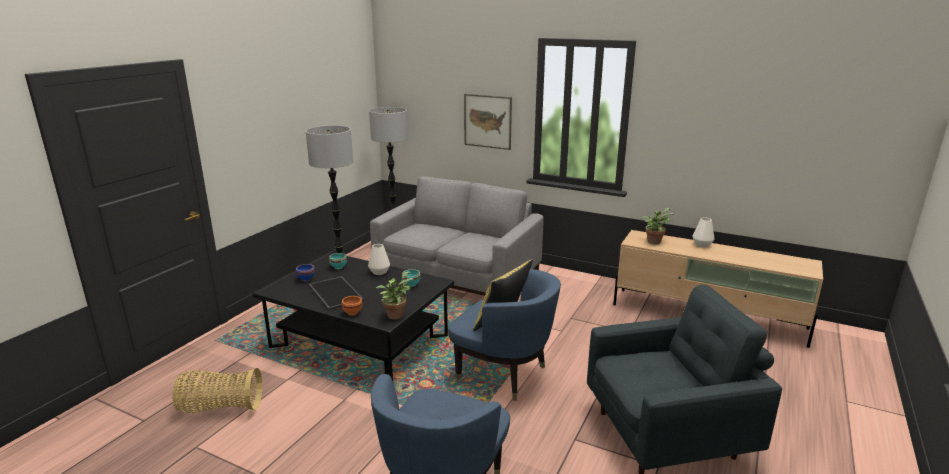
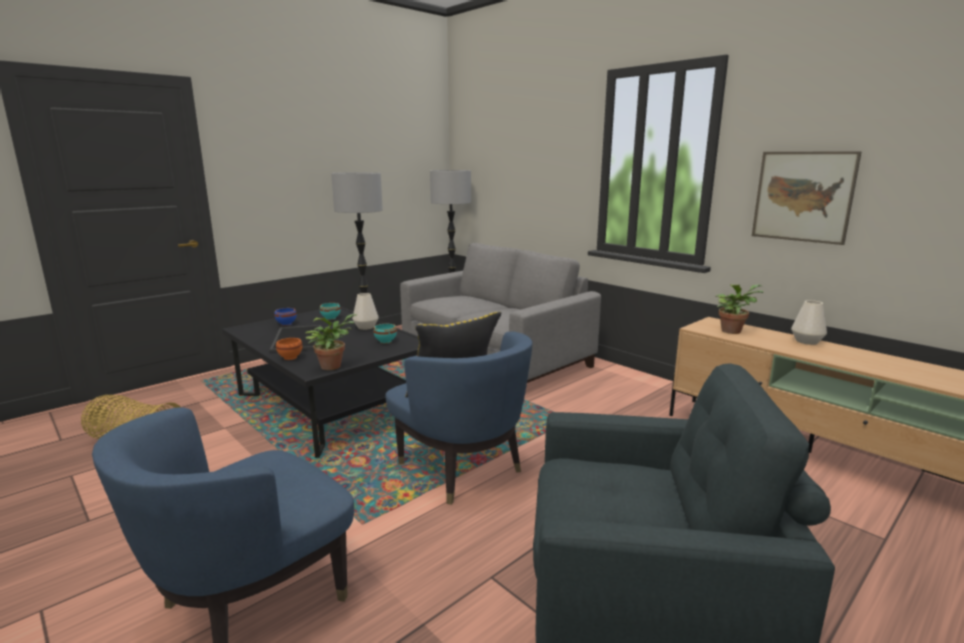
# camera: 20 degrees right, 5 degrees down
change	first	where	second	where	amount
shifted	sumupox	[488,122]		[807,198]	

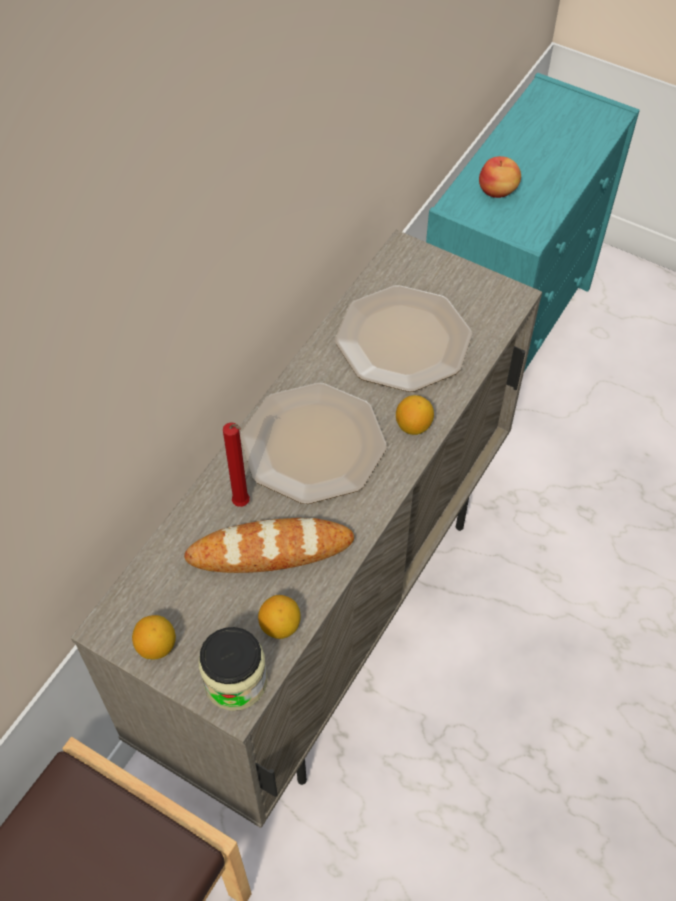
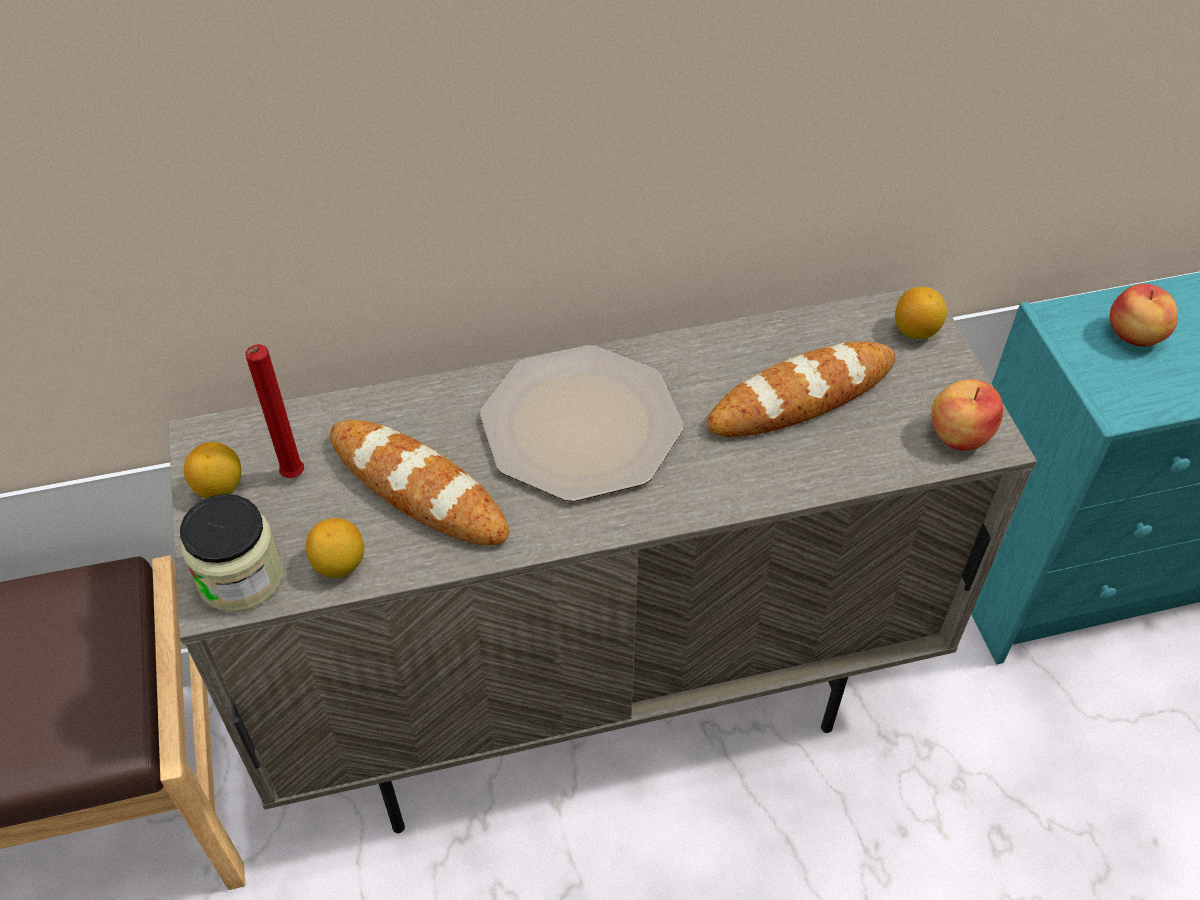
# camera: 45 degrees right, 5 degrees down
change	first	where	second	where	amount
shifted	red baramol	[236,464]		[275,411]	
swapped	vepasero	[403,338]	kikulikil	[801,389]	
shifted	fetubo	[415,415]		[921,313]	
new			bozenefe	[967,415]	

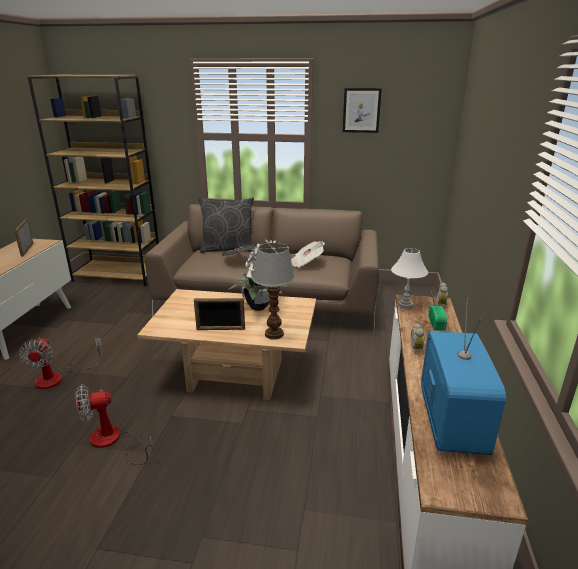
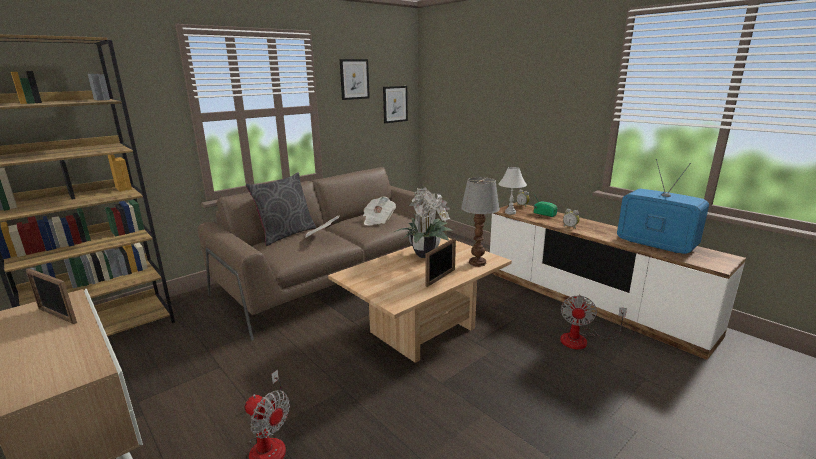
# camera: 50 degrees left, 5 degrees down
change	first	where	second	where	amount
new			sumupox	[395,104]	
shifted	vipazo	[114,424]		[593,322]	

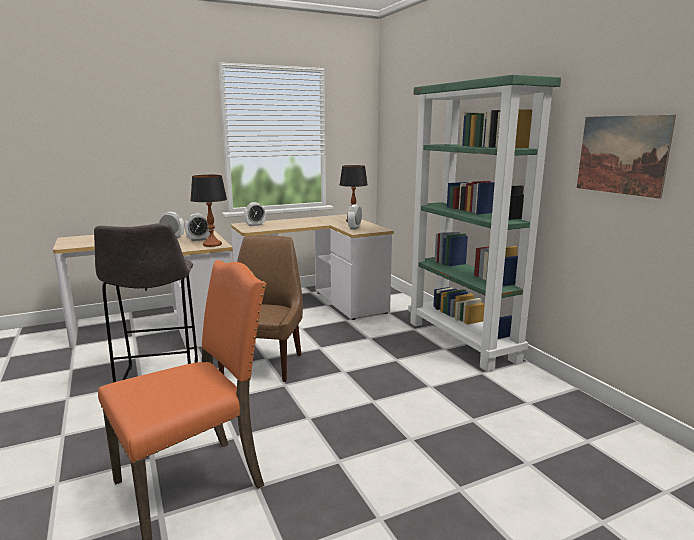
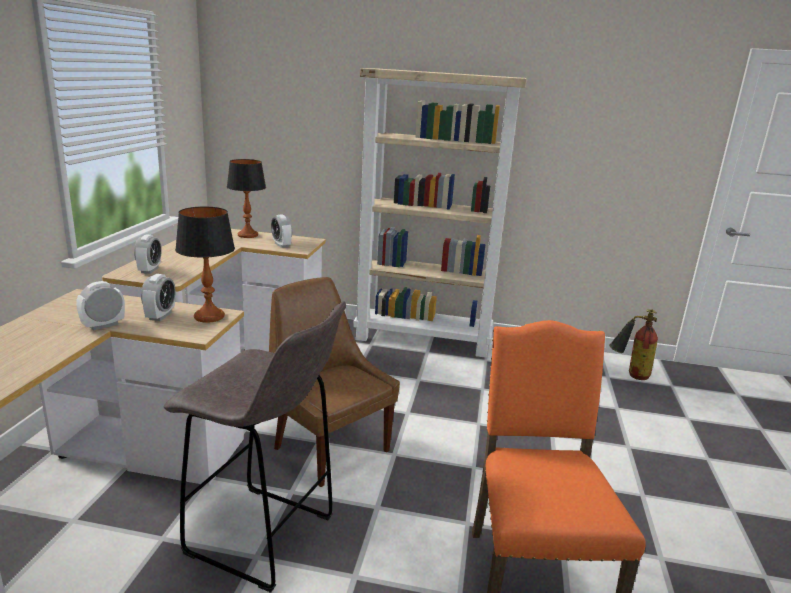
# camera: 55 degrees left, 5 degrees up
change	first	where	second	where	amount
repainted	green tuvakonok	[484,223]	beige tuvakonok	[440,213]	
new			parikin	[633,344]	
gone	sumupox	[626,157]			

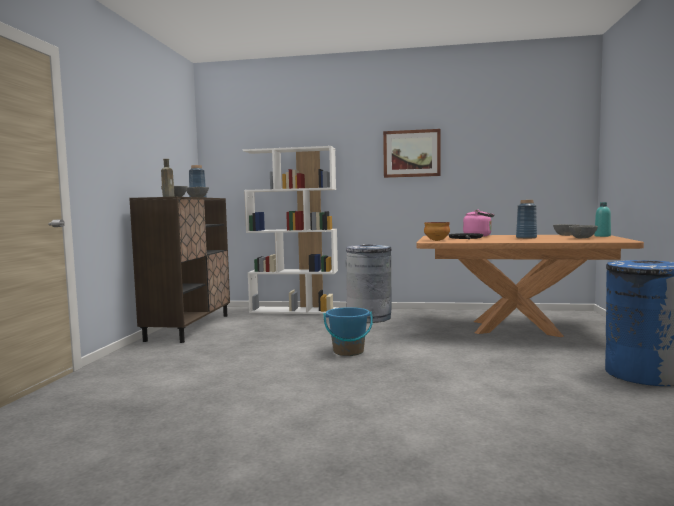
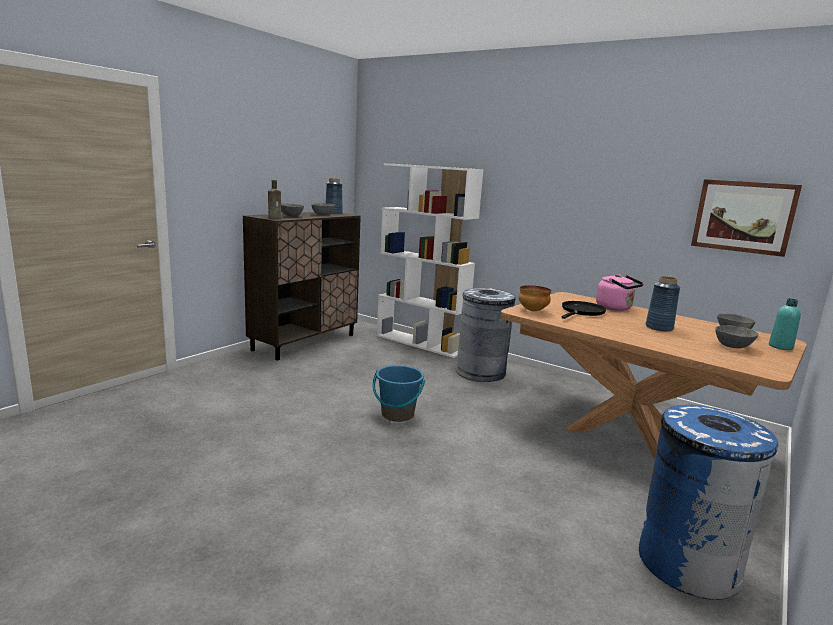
# camera: 25 degrees right, 10 degrees up
change	first	where	second	where	amount
shifted	sumupox	[411,153]		[746,218]	

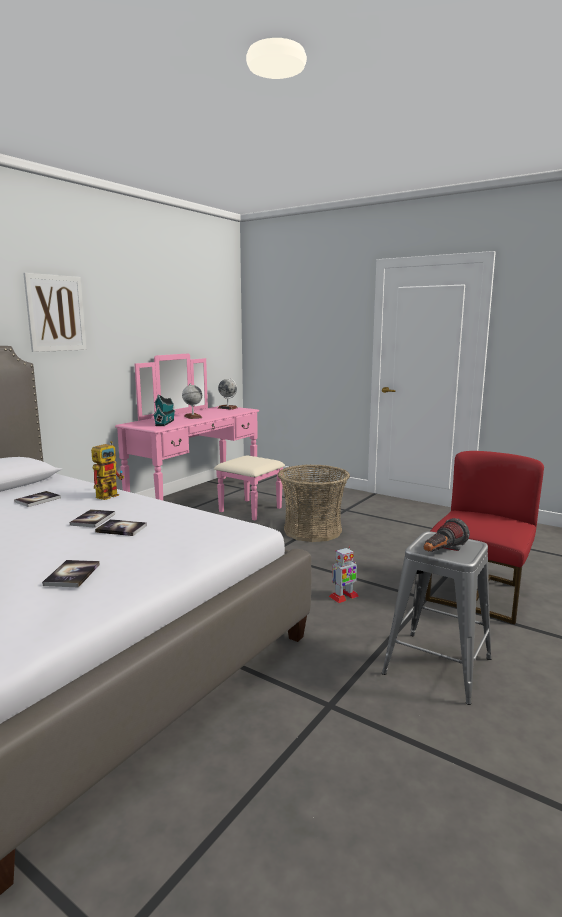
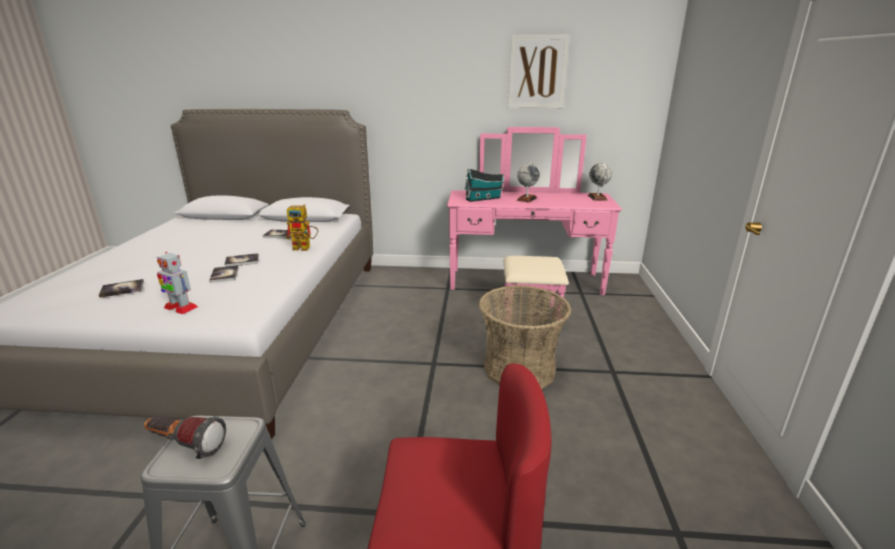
# camera: 60 degrees right, 10 degrees up
change	first	where	second	where	amount
shifted	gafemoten	[344,575]		[177,283]	
shifted	sumupox	[54,312]		[538,71]	

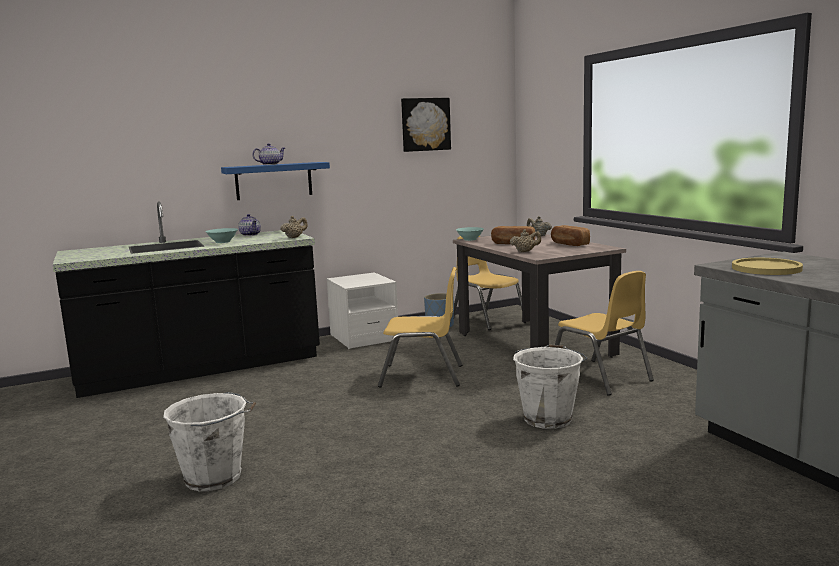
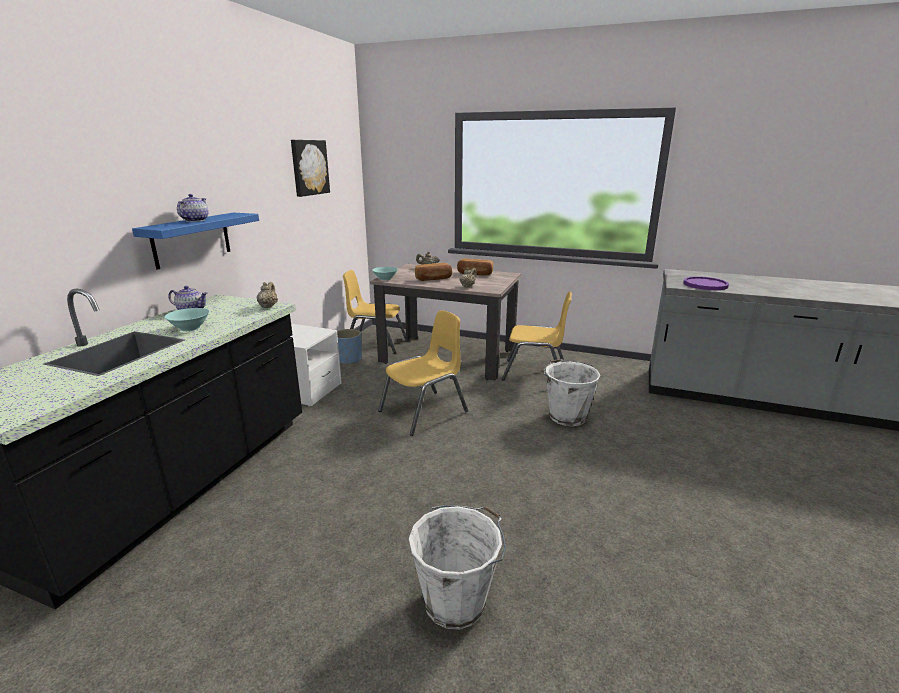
# camera: 45 degrees left, 10 degrees up
change	first	where	second	where	amount
repainted	yellow vepasero	[767,266]	purple vepasero	[706,283]	

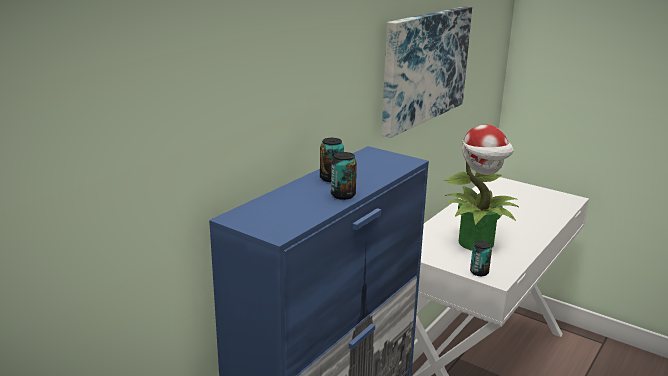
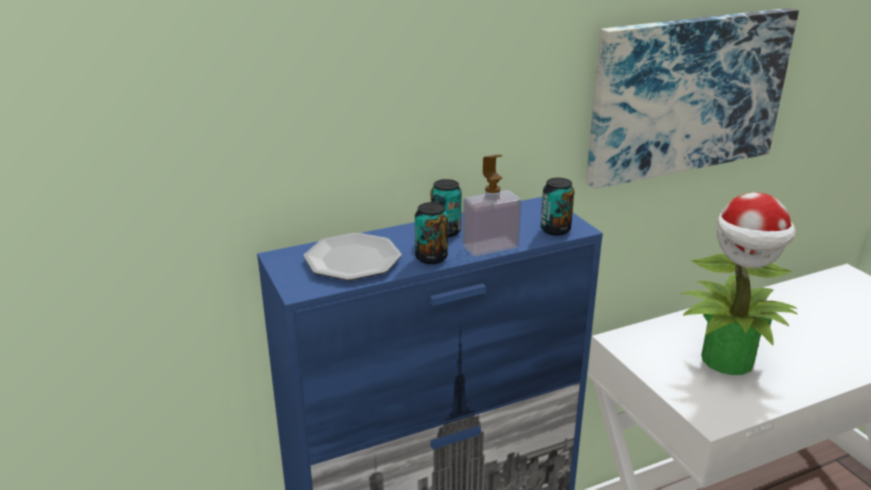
# camera: 30 degrees right, 5 degrees up
change	first	where	second	where	amount
new			vepasero	[352,257]	
new			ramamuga	[492,205]	
shifted	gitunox	[481,258]		[557,207]	

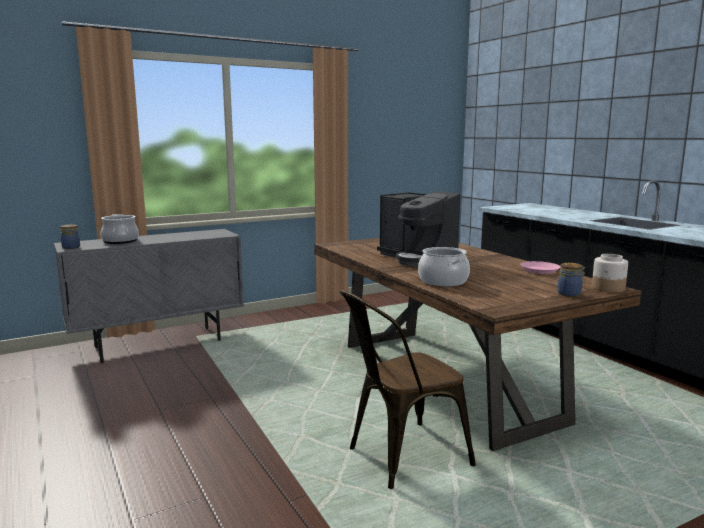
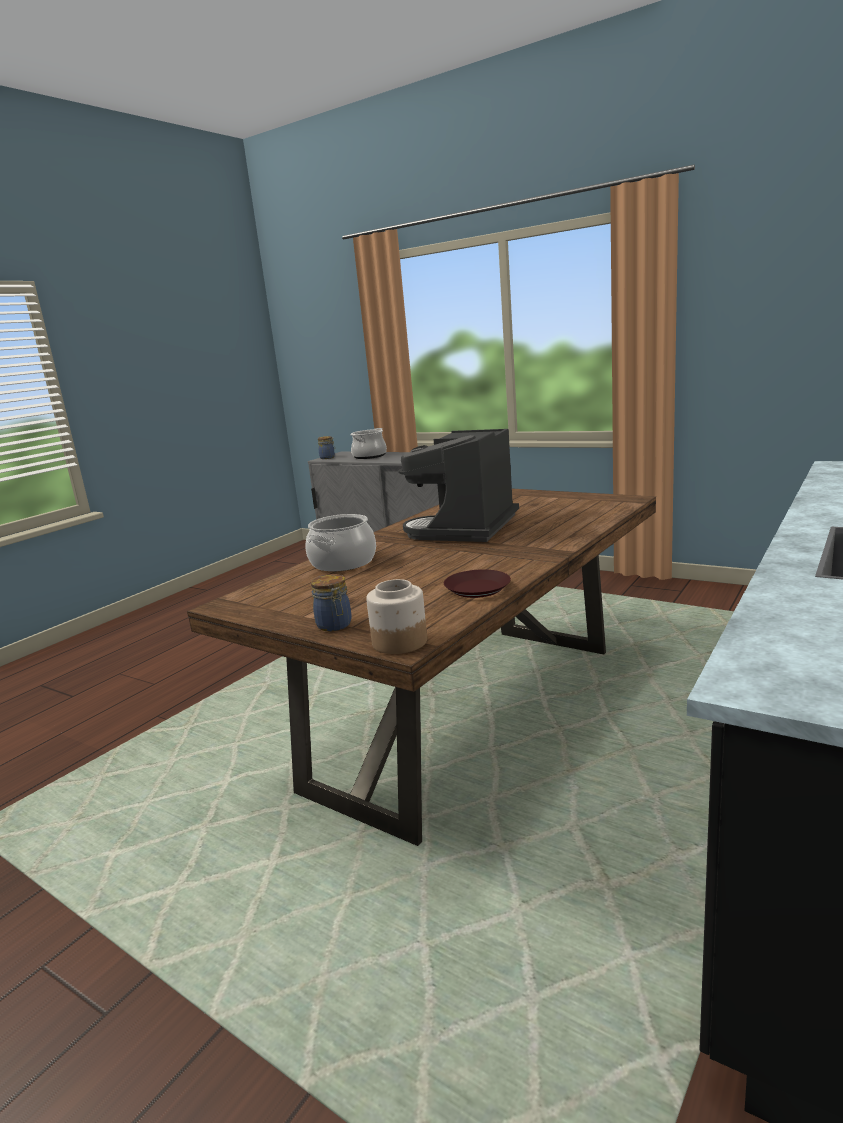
# camera: 65 degrees right, 5 degrees up
change	first	where	second	where	amount
repainted	pink vepasero	[540,267]	brown vepasero	[477,583]	
gone	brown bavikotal	[408,389]			

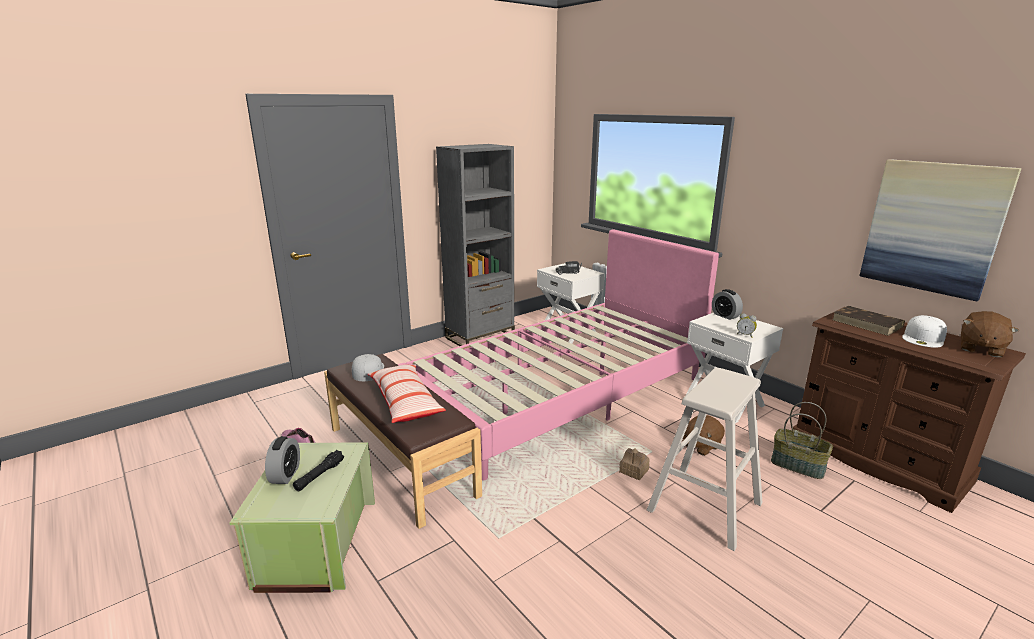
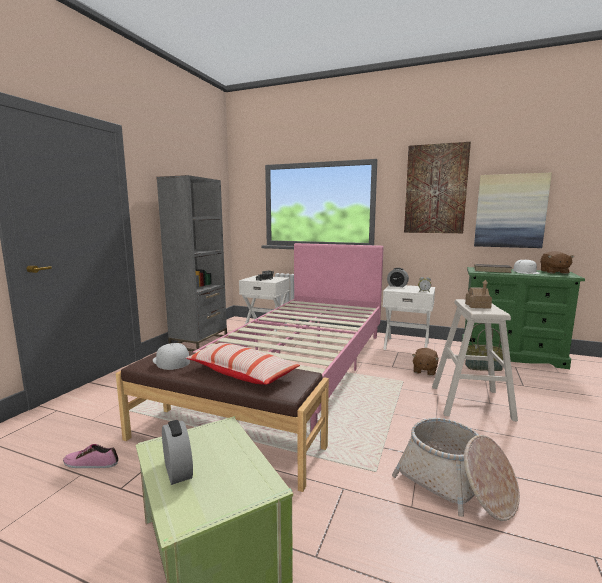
# camera: 30 degrees left, 10 degrees down
change	first	where	second	where	amount
new			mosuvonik	[456,469]	
new			sumupox	[437,187]	
repainted	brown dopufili	[909,410]	green dopufili	[523,318]	
shifted	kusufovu	[634,464]		[478,294]	
gone	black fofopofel	[318,470]			

